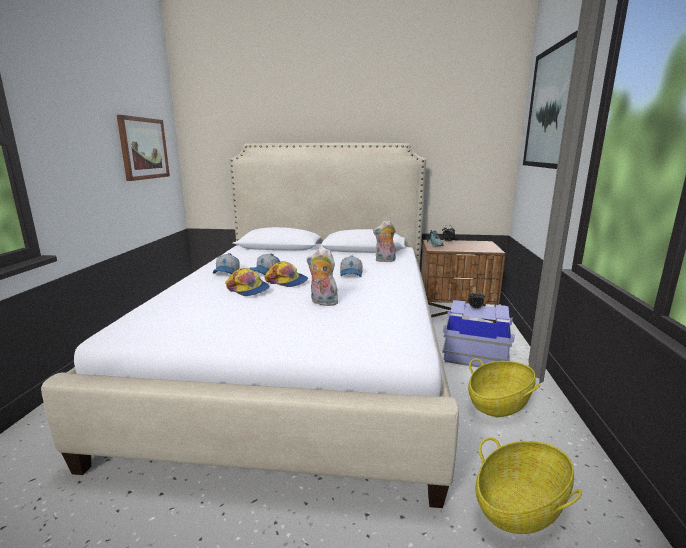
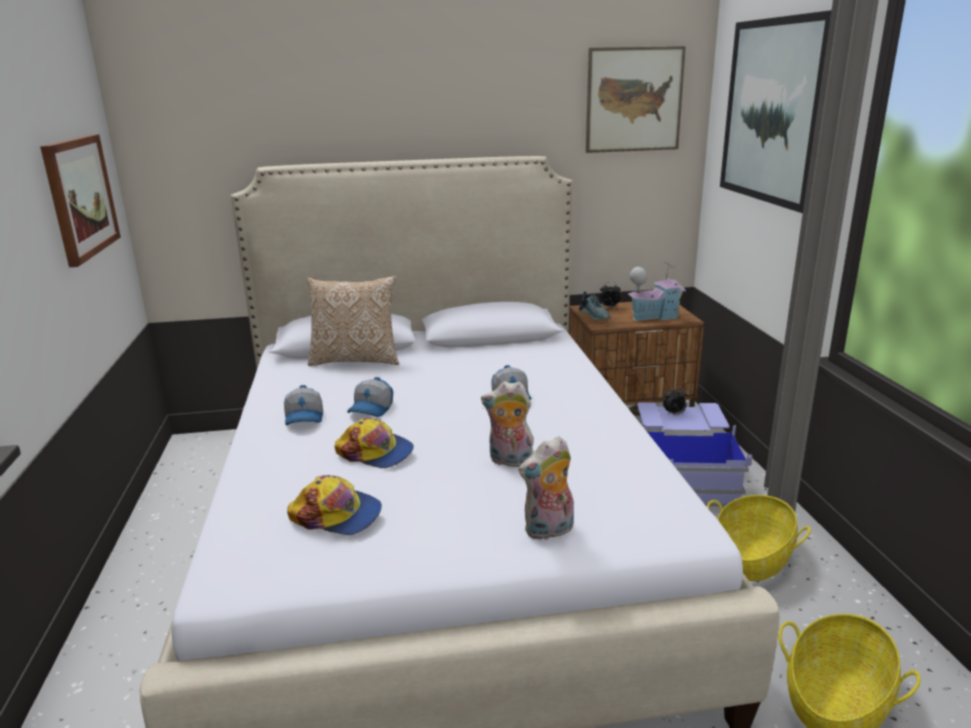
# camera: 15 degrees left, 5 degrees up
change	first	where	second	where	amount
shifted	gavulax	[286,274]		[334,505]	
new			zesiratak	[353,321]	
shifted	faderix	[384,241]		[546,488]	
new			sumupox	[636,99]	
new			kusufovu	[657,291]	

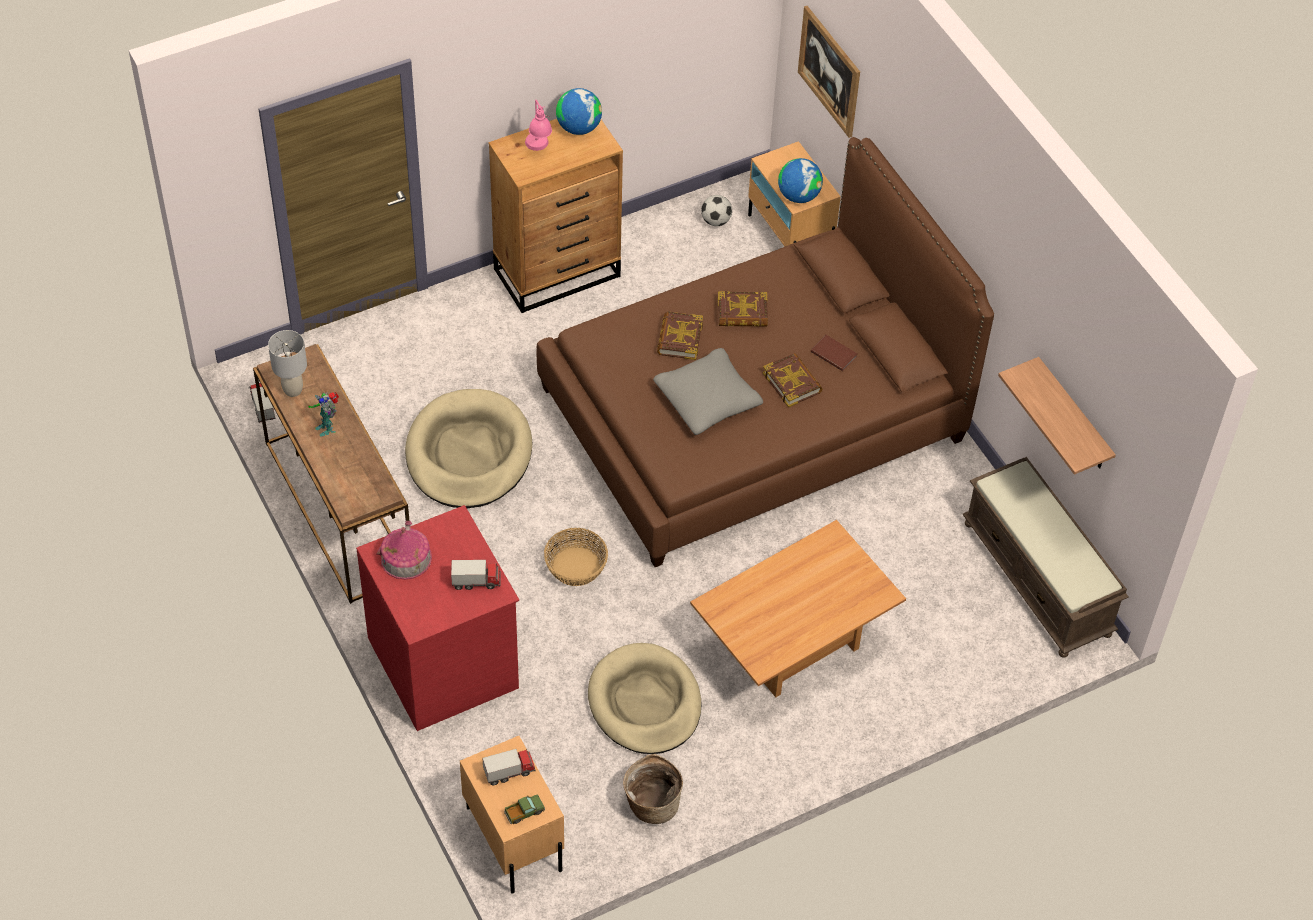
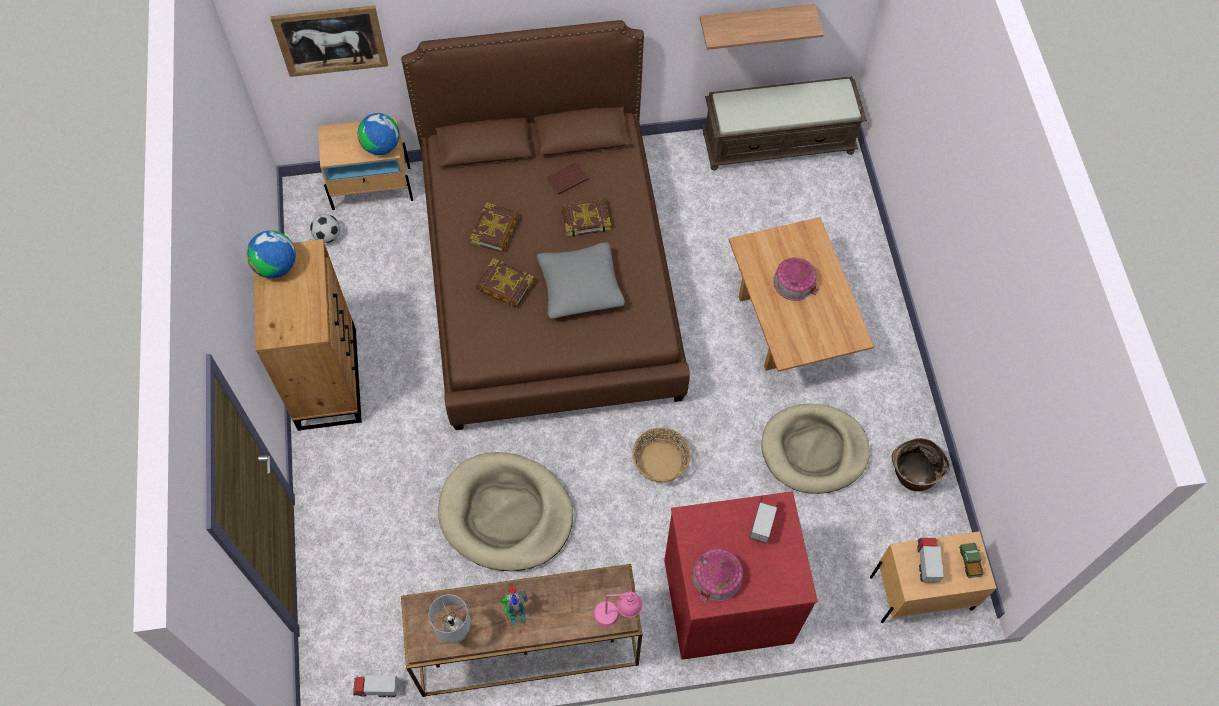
# camera: 70 degrees left, 10 degrees up
change	first	where	second	where	amount
shifted	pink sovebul	[538,125]		[618,607]	
new			kusufovu	[795,279]	

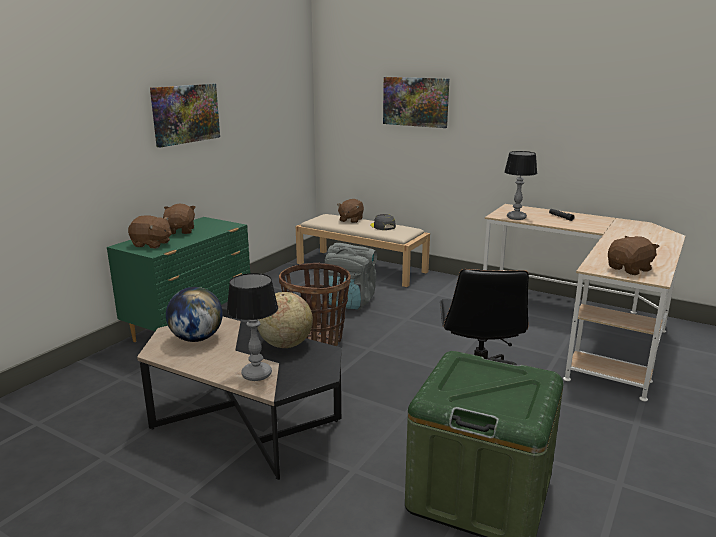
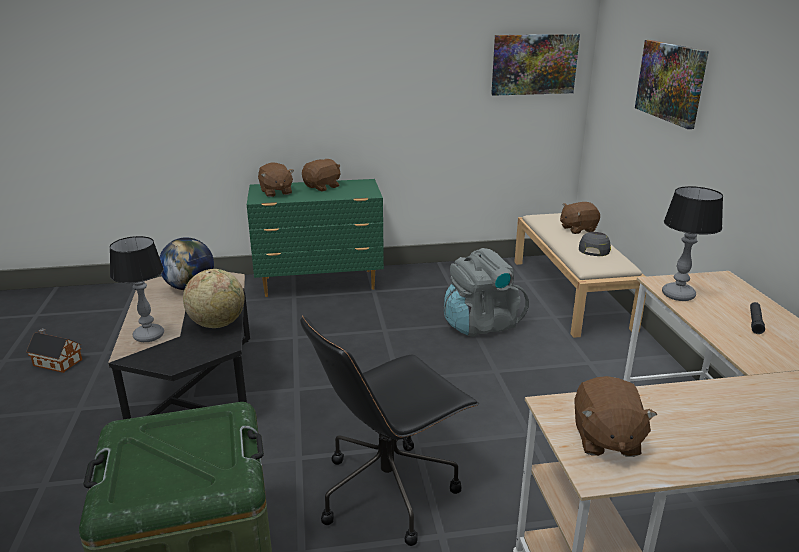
# camera: 50 degrees right, 5 degrees up
change	first	where	second	where	amount
new			kusufovu	[54,351]	
shifted	sumupox	[185,115]		[535,65]	
rotated	brown faderix	[634,255]		[615,416]	75 degrees clockwise
gone	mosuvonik	[315,304]			

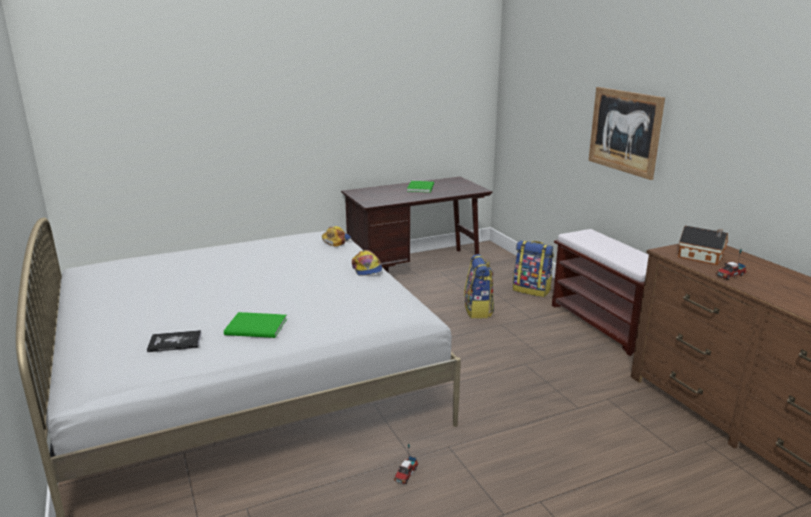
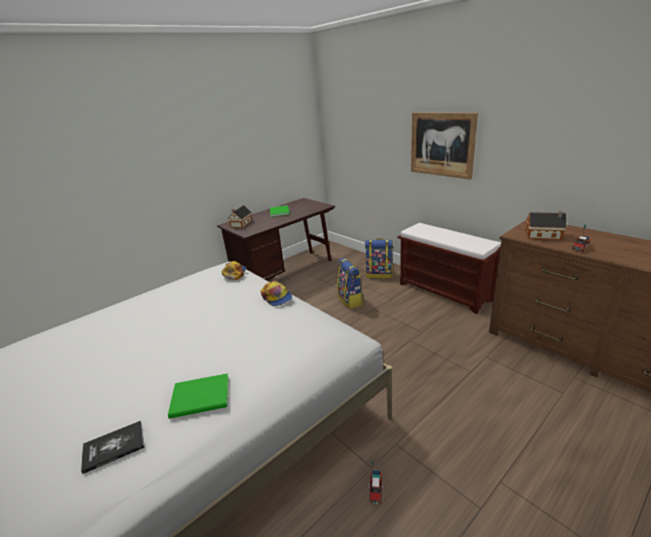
# camera: 15 degrees left, 5 degrees up
change	first	where	second	where	amount
new			kusufovu	[240,216]	

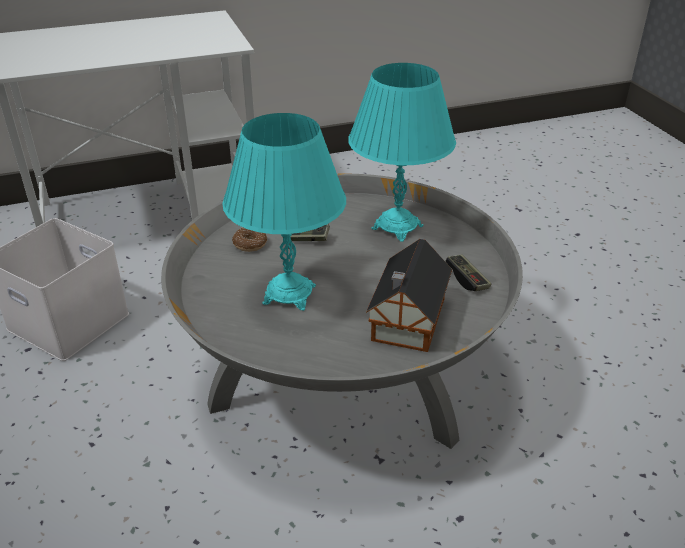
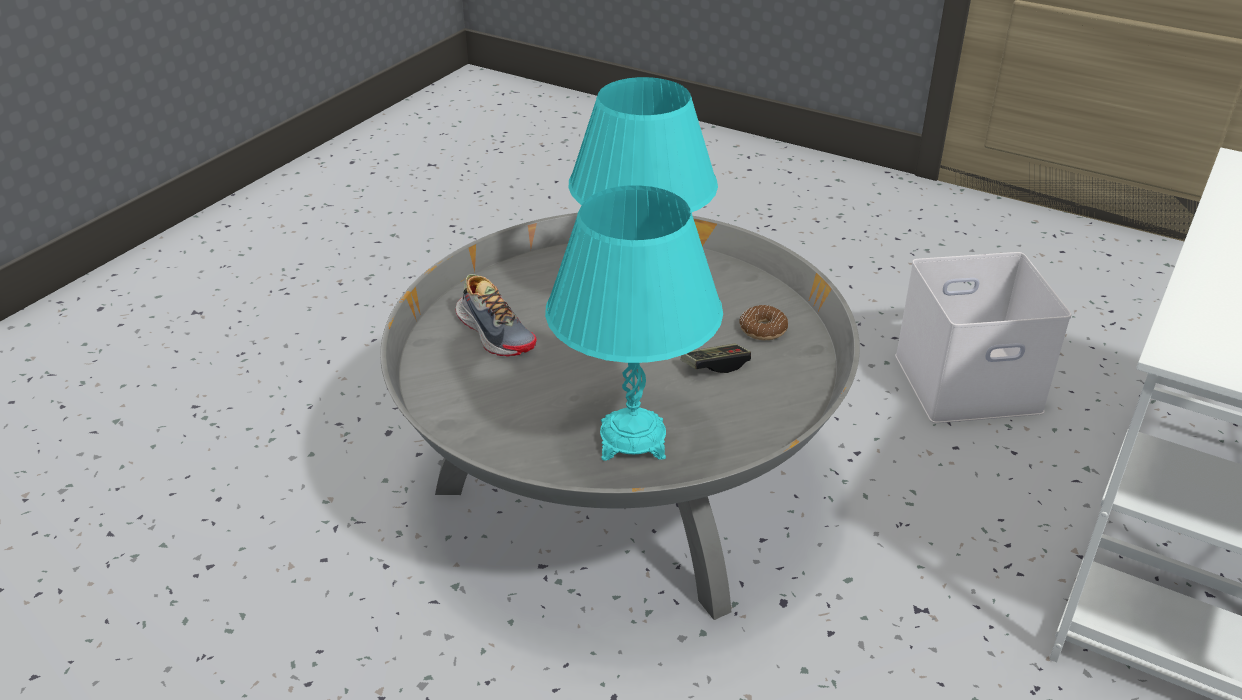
# camera: 140 degrees right, 0 degrees up
change	first	where	second	where	amount
swapped	kusufovu	[409,295]	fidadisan	[496,315]	
gone	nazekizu	[468,272]			

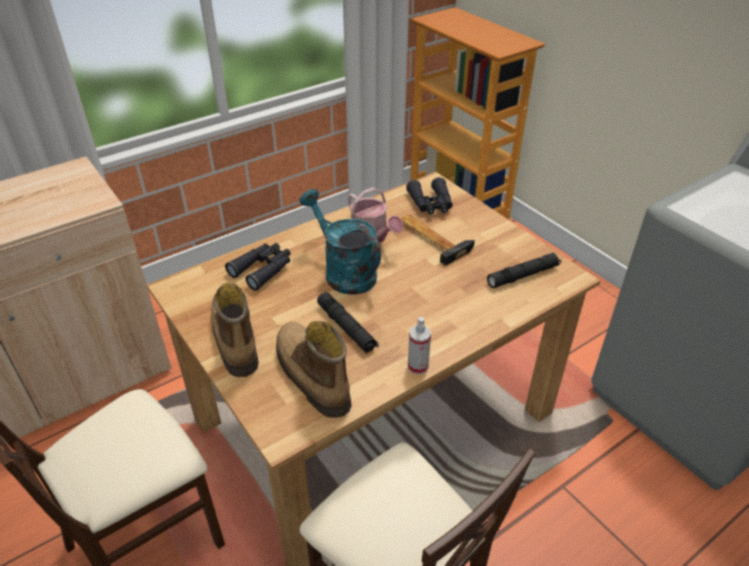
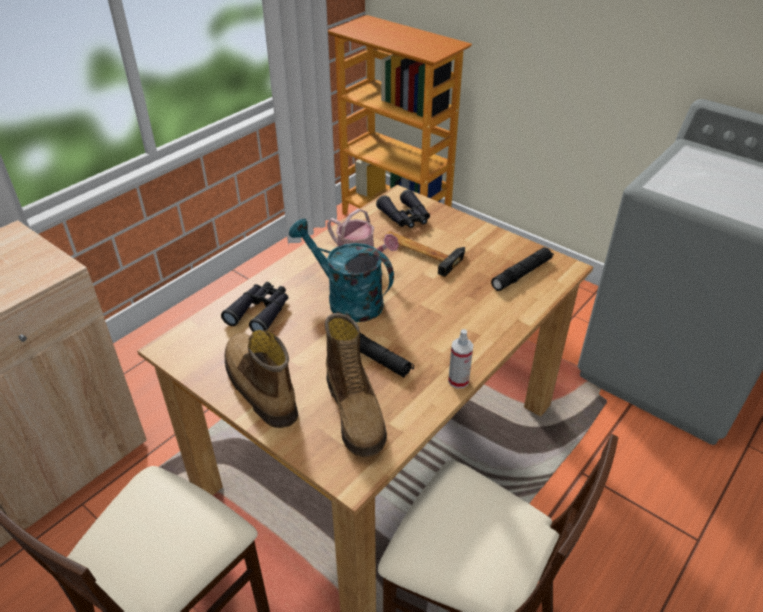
# camera: 15 degrees left, 0 degrees up
change	first	where	second	where	amount
rotated	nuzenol	[314,369]		[356,385]	150 degrees counterclockwise

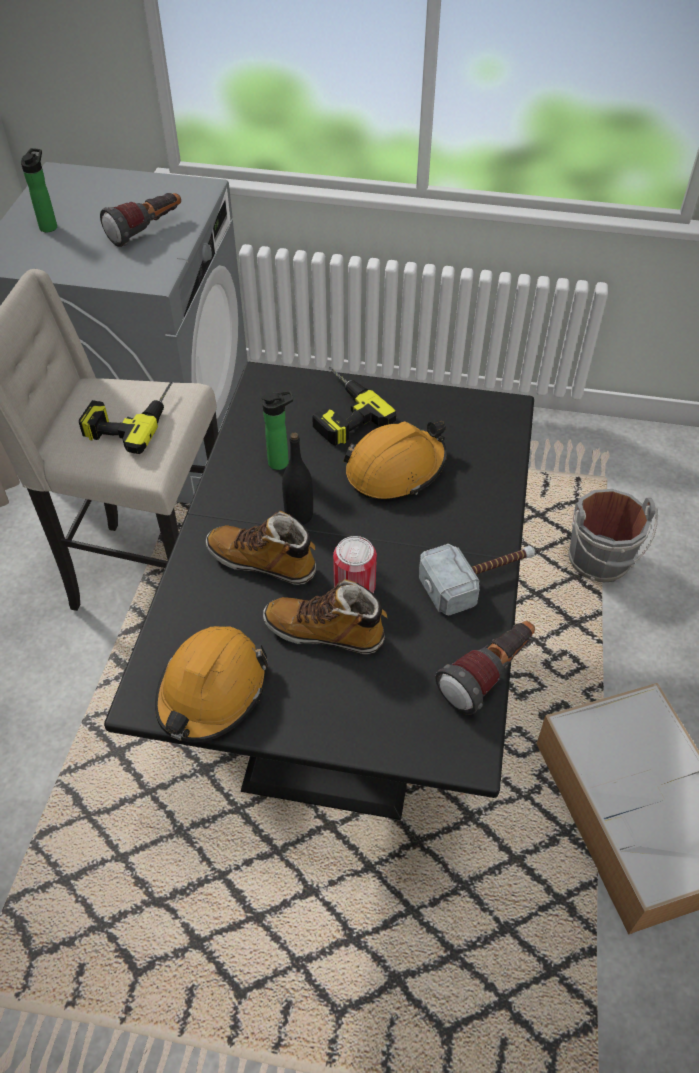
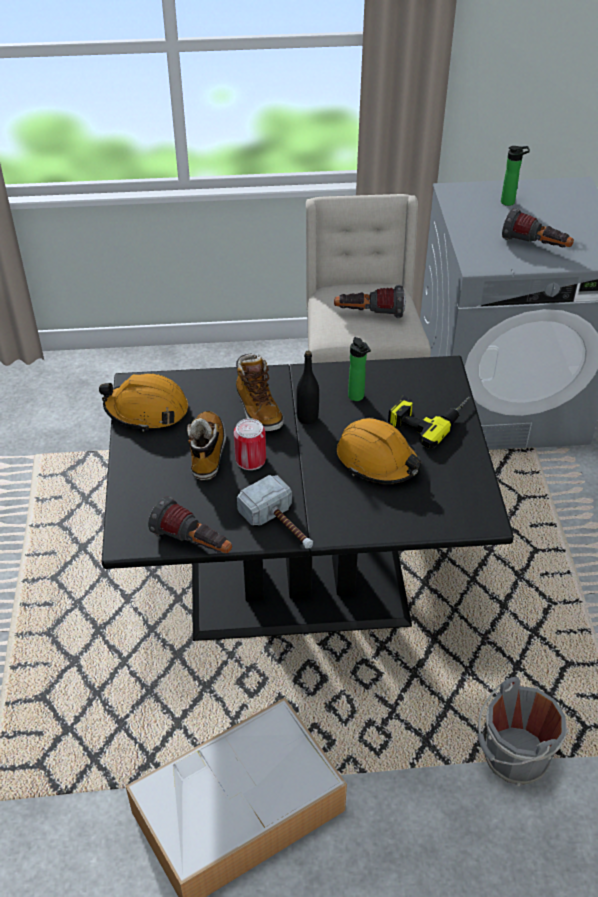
# camera: 75 degrees right, 5 degrees down
change	first	where	second	where	amount
rotated	nuzenol	[261,548]		[260,392]	150 degrees clockwise
swapped	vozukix	[125,418]	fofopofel	[370,301]	

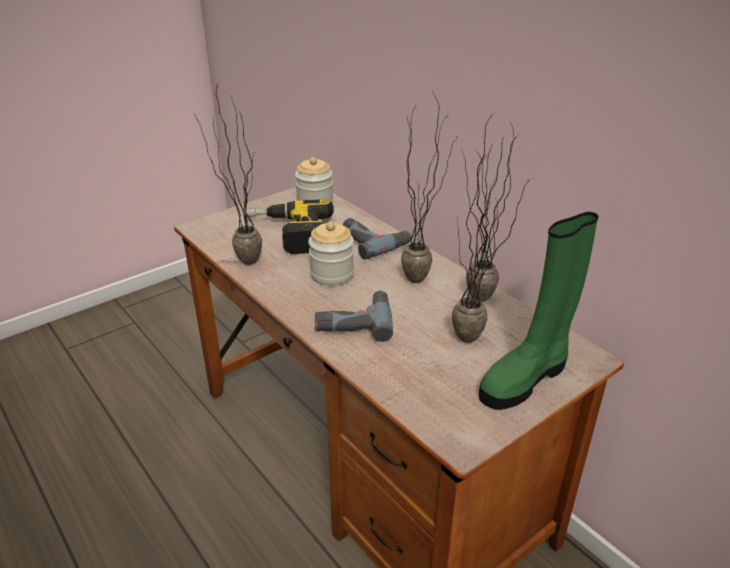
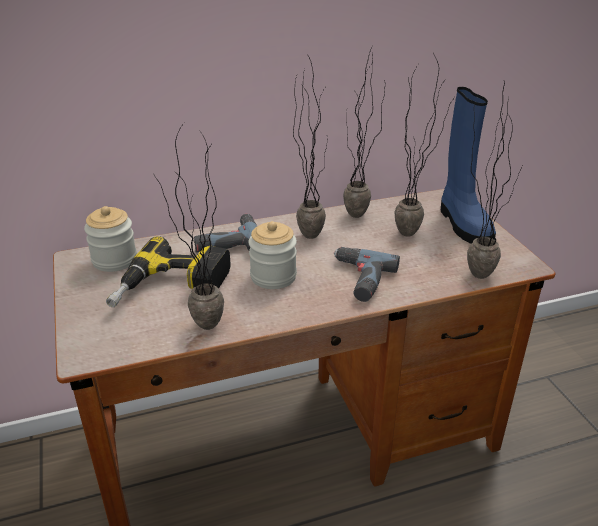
# camera: 70 degrees left, 0 degrees up
change	first	where	second	where	amount
repainted	green nuzenol	[539,311]	blue nuzenol	[468,165]	
new			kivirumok	[495,180]	

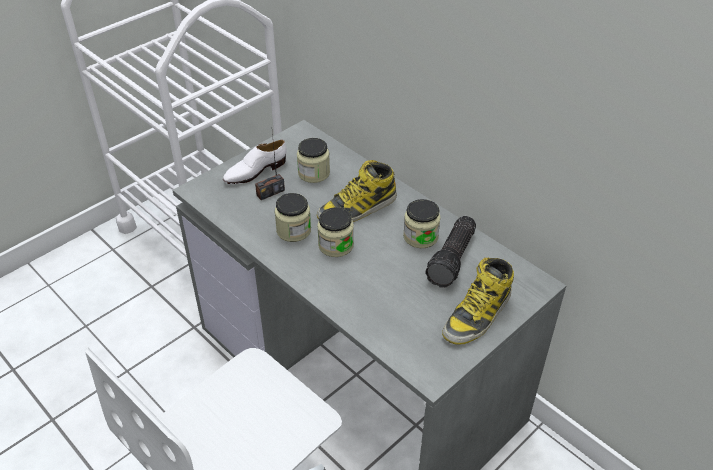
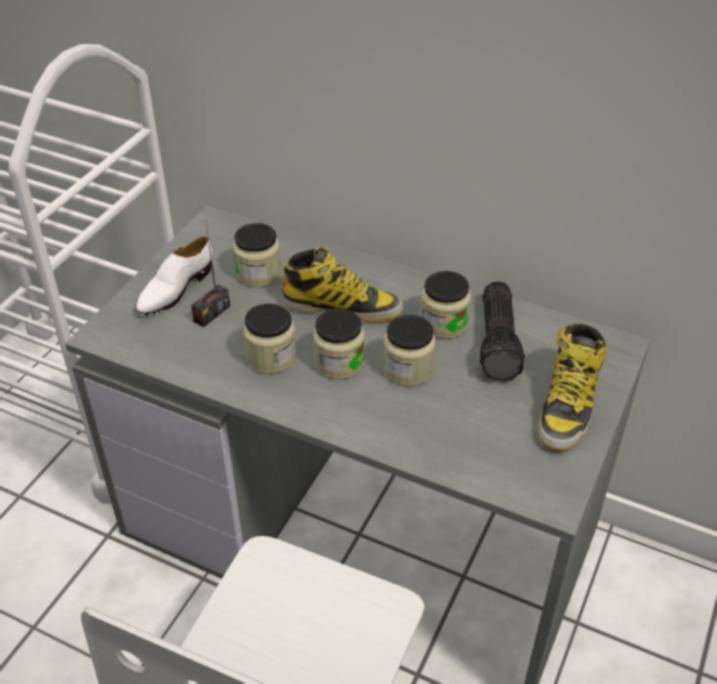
# camera: 20 degrees left, 0 degrees up
change	first	where	second	where	amount
rotated	nuzenol	[357,191]		[342,284]	120 degrees counterclockwise
new			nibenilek	[409,350]	

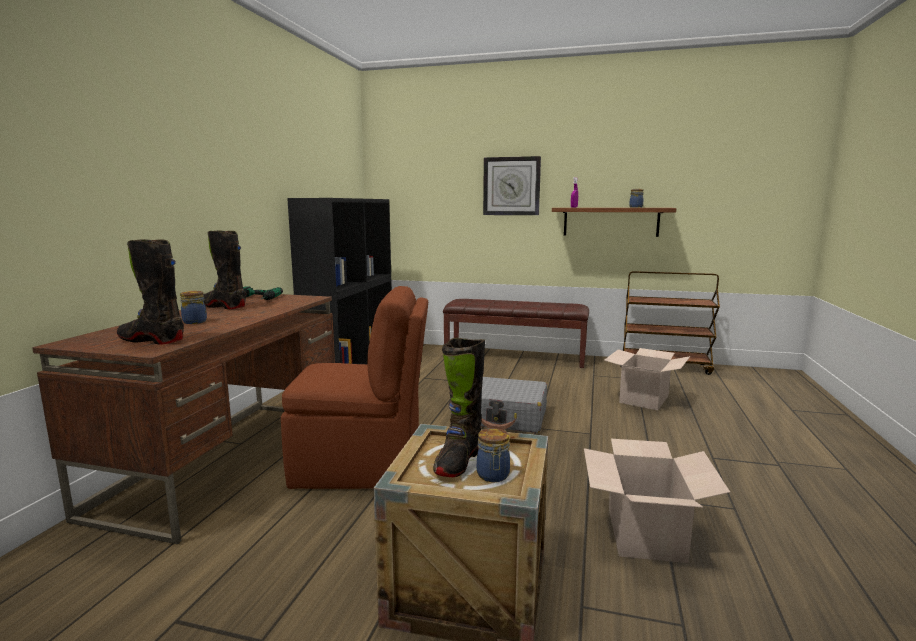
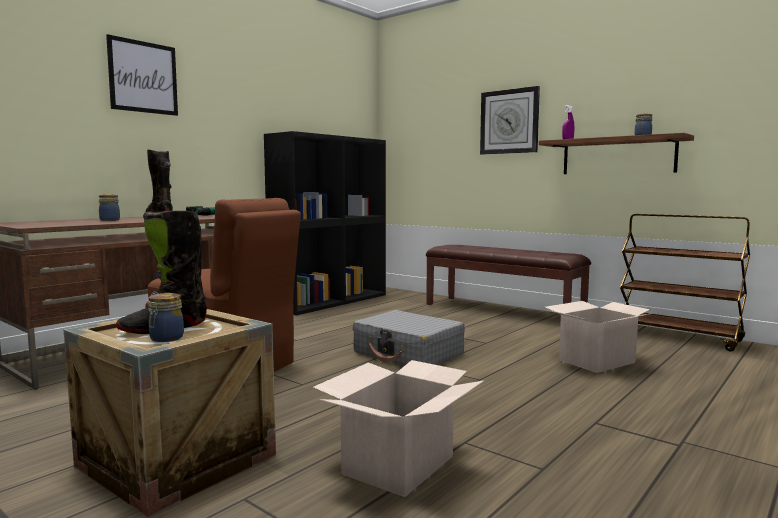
# camera: 25 degrees right, 5 degrees down
change	first	where	second	where	amount
new			sumupox	[142,75]	
gone	black nuzenol	[150,291]			

